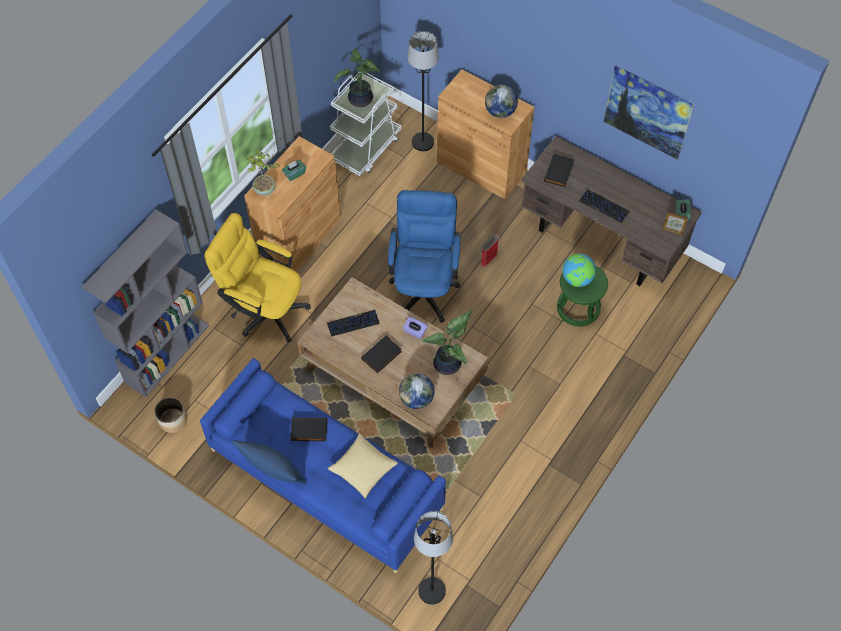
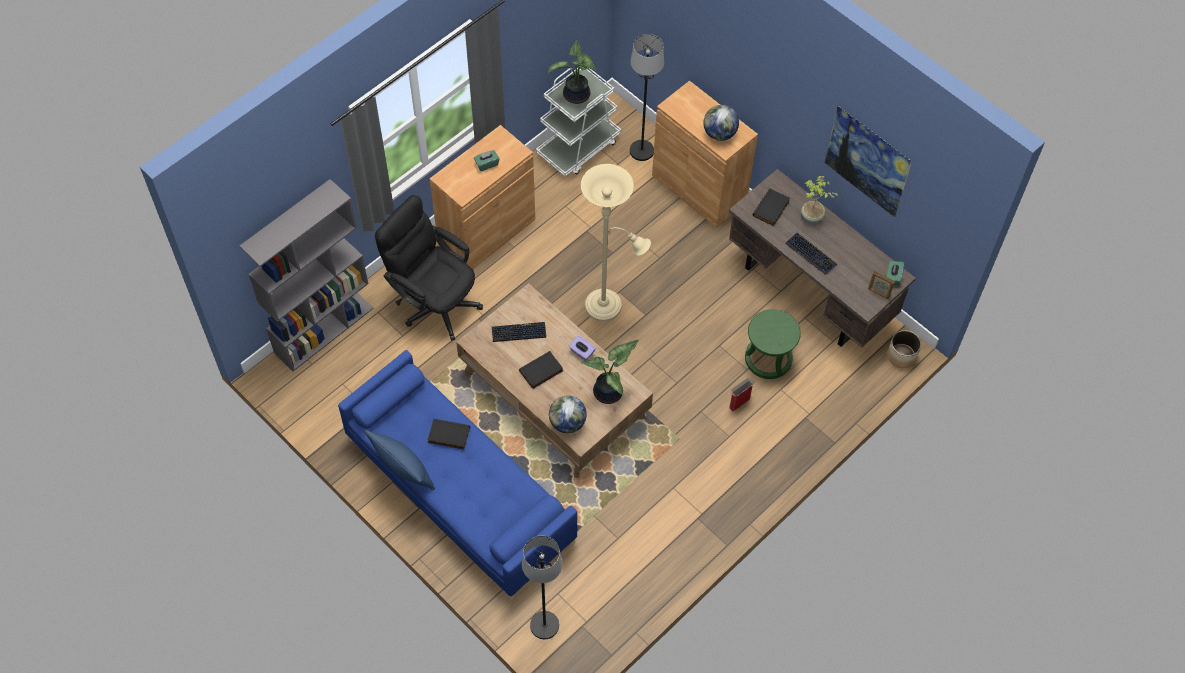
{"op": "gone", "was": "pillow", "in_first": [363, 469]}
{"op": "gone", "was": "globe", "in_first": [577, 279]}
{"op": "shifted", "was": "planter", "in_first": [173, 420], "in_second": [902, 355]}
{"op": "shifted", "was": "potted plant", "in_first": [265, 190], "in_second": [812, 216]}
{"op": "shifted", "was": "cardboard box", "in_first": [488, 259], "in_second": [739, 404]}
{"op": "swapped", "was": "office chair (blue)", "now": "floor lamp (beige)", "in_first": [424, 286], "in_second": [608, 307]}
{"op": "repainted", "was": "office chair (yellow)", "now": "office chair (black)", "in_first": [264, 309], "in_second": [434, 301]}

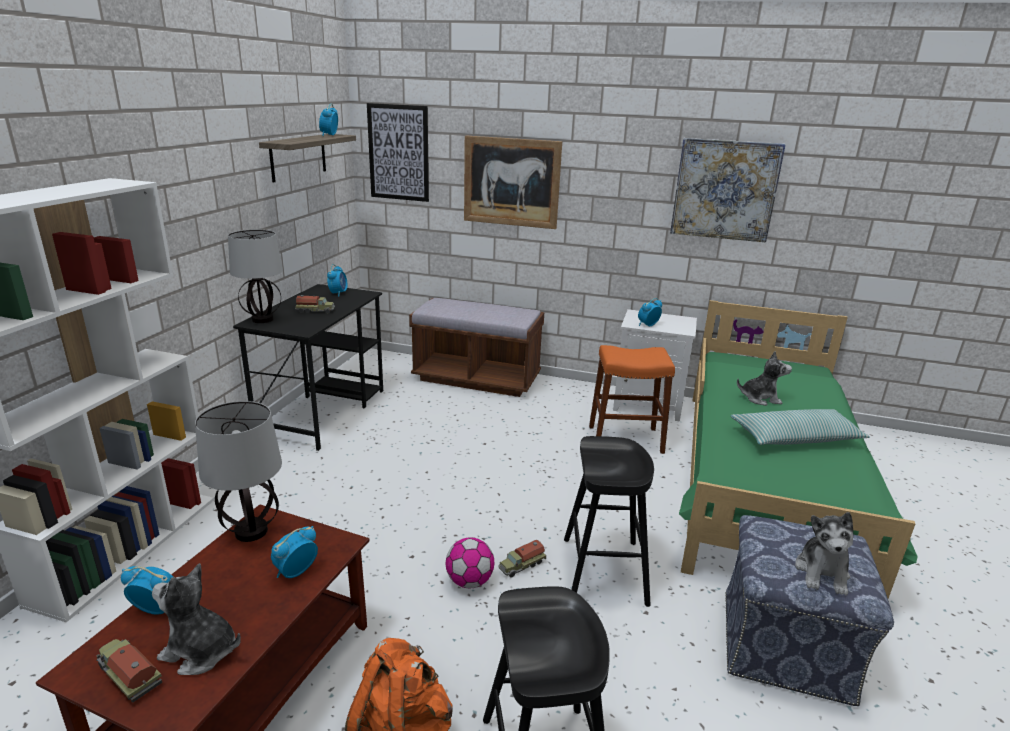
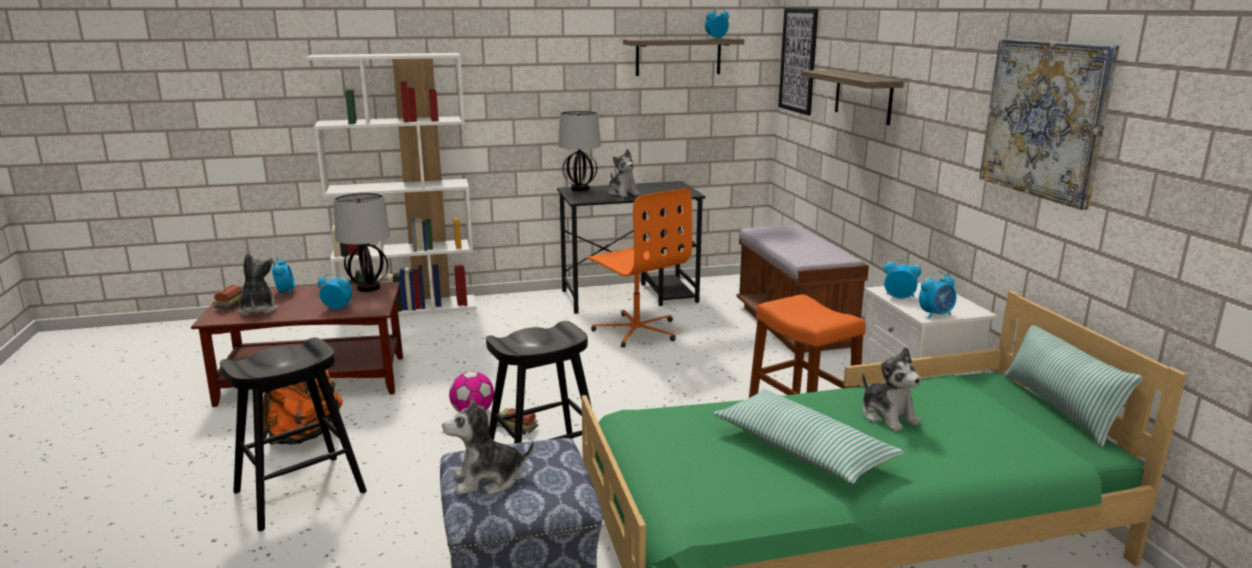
{"op": "new", "now": "office chair (orange)", "in_second": [637, 330]}
{"op": "new", "now": "pillow", "in_second": [1059, 408]}
{"op": "shifted", "was": "alarm clock", "in_first": [338, 293], "in_second": [936, 315]}
{"op": "swapped", "was": "toy truck", "now": "plush toy", "in_first": [315, 311], "in_second": [623, 193]}
{"op": "swapped", "was": "picture", "now": "shelf", "in_first": [511, 182], "in_second": [863, 96]}

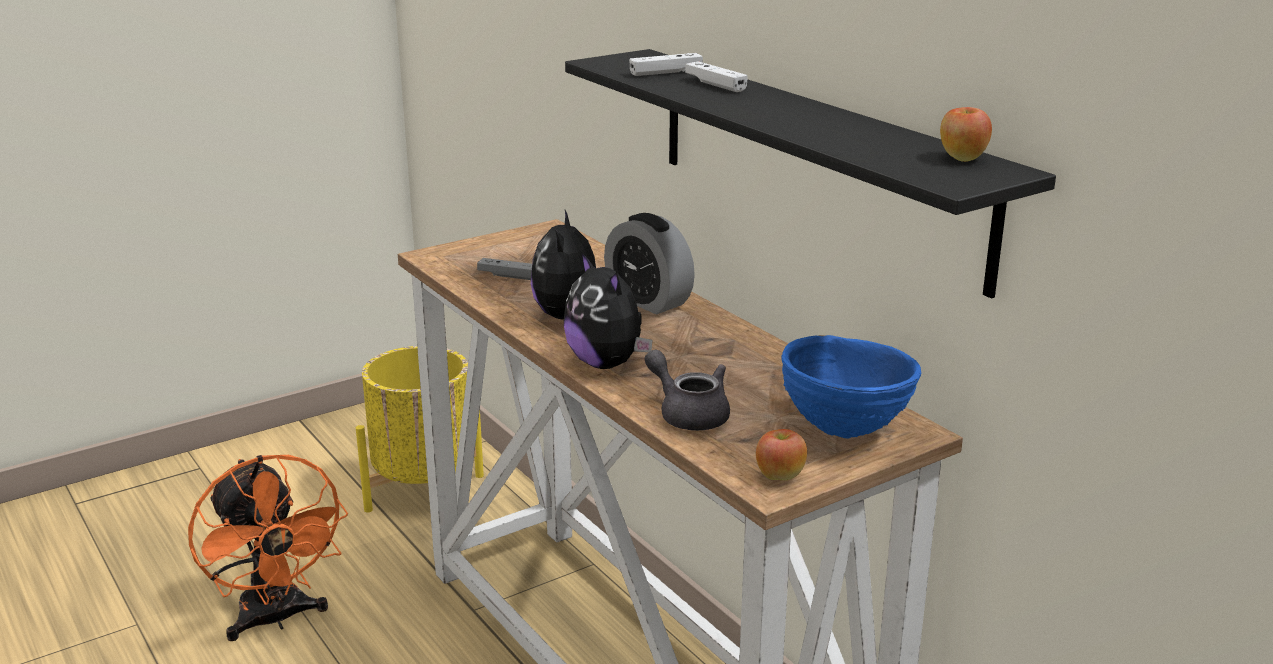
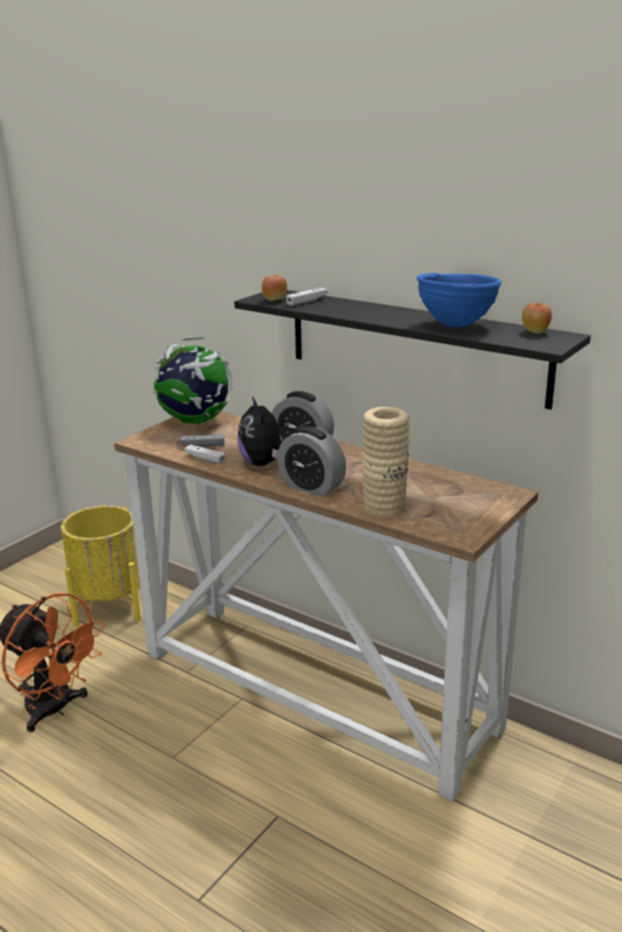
{"op": "new", "now": "globe", "in_second": [195, 421]}
{"op": "shifted", "was": "game controller (white)", "in_first": [715, 85], "in_second": [205, 459]}
{"op": "shifted", "was": "apple", "in_first": [780, 476], "in_second": [274, 300]}
{"op": "shifted", "was": "bowl (blue)", "in_first": [844, 430], "in_second": [456, 325]}
{"op": "swapped", "was": "plush toy", "now": "alarm clock", "in_first": [607, 363], "in_second": [311, 487]}
{"op": "swapped", "was": "teapot (grey)", "now": "vase (beige)", "in_first": [688, 414], "in_second": [384, 507]}

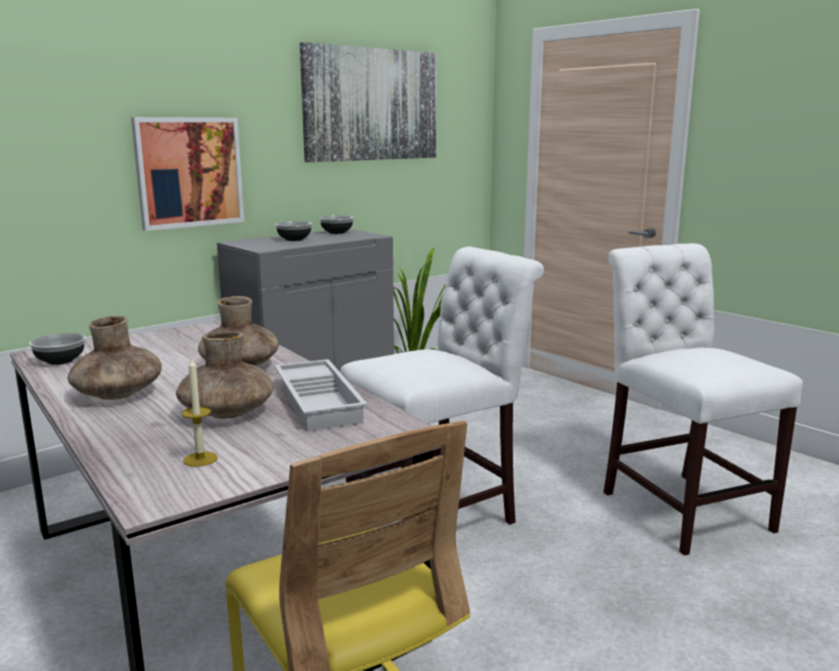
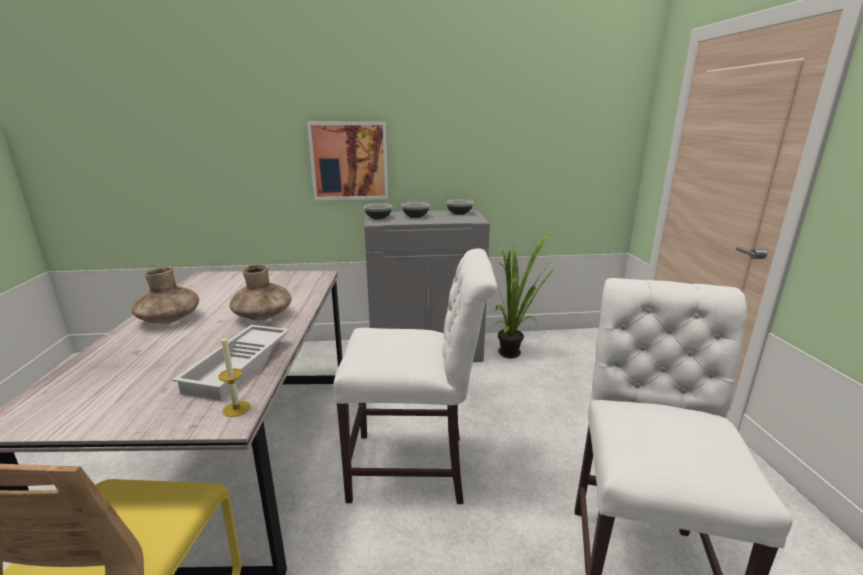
{"op": "gone", "was": "vase (brown)", "in_first": [227, 413]}
{"op": "gone", "was": "picture", "in_first": [371, 105]}
{"op": "shifted", "was": "bowl", "in_first": [60, 361], "in_second": [378, 218]}
{"op": "shifted", "was": "candle", "in_first": [200, 459], "in_second": [236, 408]}

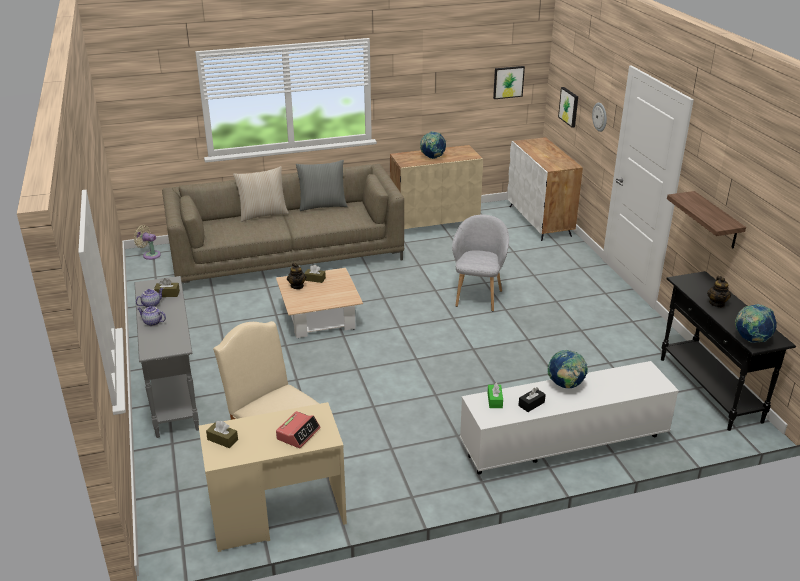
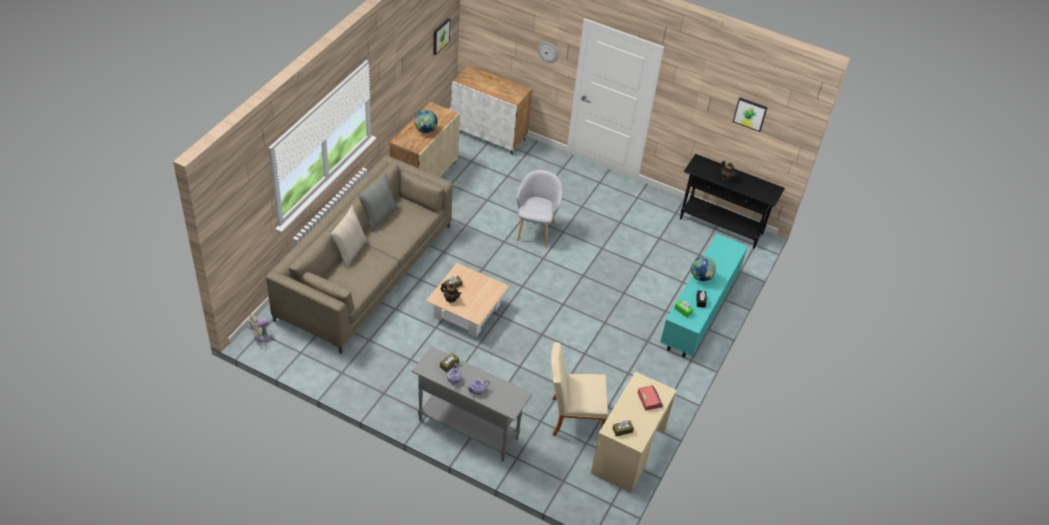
{"op": "gone", "was": "shelf", "in_first": [716, 221]}
{"op": "gone", "was": "globe", "in_first": [751, 340]}
{"op": "shifted", "was": "picture", "in_first": [569, 106], "in_second": [750, 113]}
{"op": "repainted", "was": "tv stand (white)", "now": "tv stand (turquoise)", "in_first": [562, 445], "in_second": [699, 311]}
{"op": "rotated", "was": "armchair (grey)", "in_first": [478, 297], "in_second": [535, 231], "clockwise": 45}

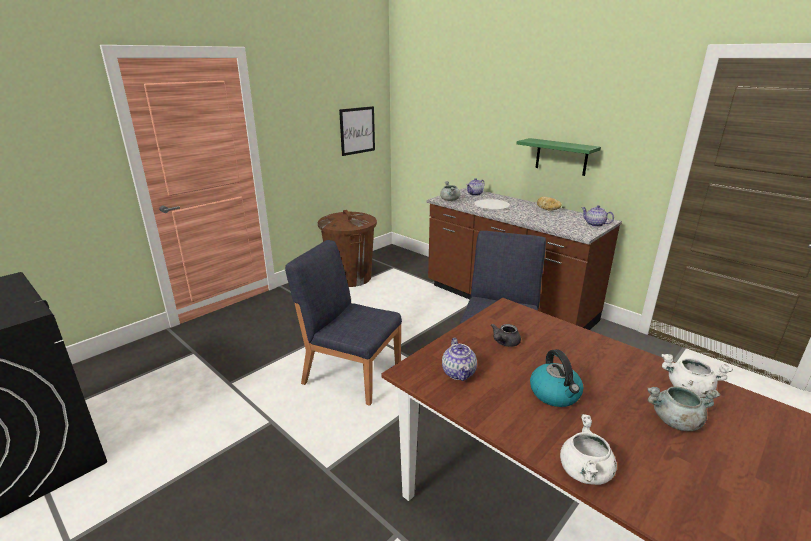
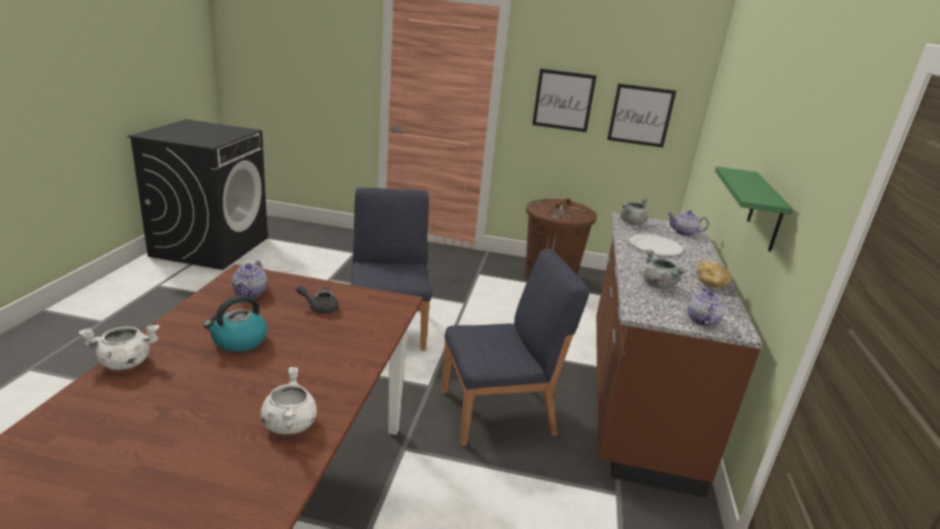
{"op": "new", "now": "picture", "in_second": [563, 100]}
{"op": "shifted", "was": "cooking pot (grey)", "in_first": [675, 421], "in_second": [658, 285]}
{"op": "rotated", "was": "teapot", "in_first": [459, 373], "in_second": [251, 293], "clockwise": -45}

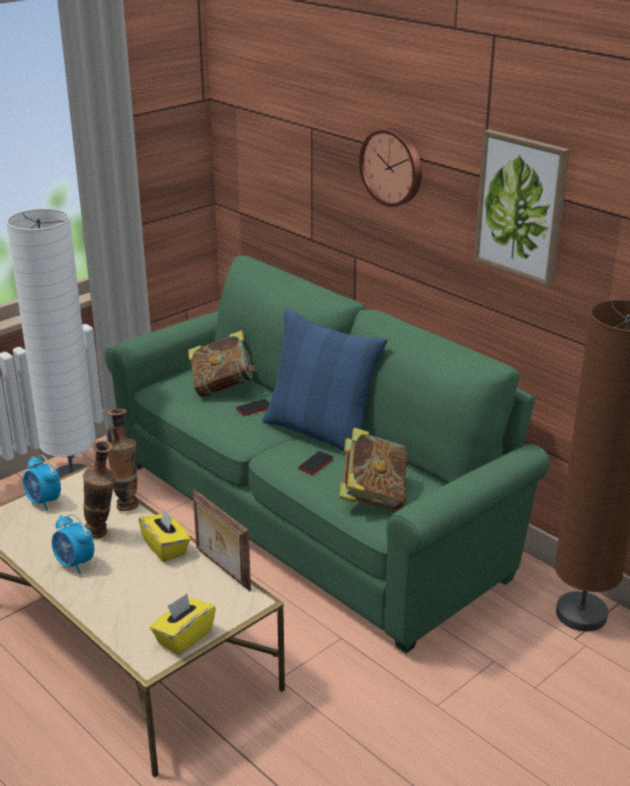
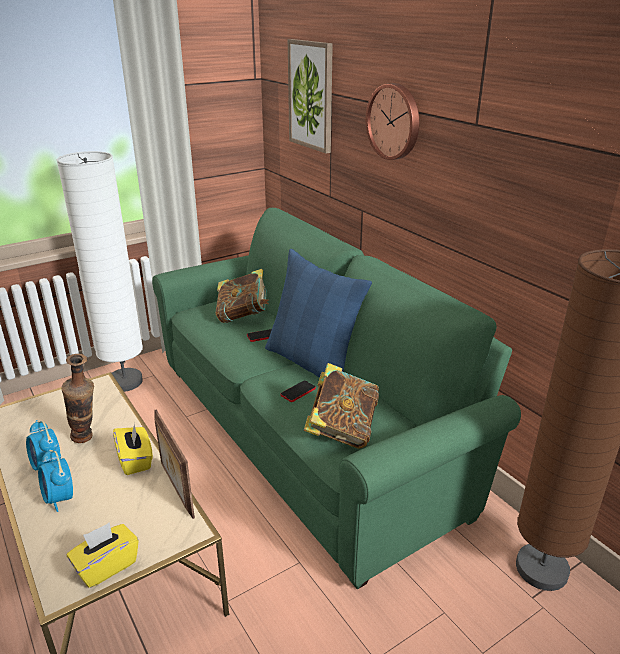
{"op": "gone", "was": "vase", "in_first": [127, 503]}
{"op": "shifted", "was": "alarm clock", "in_first": [44, 502], "in_second": [60, 499]}
{"op": "shifted", "was": "picture", "in_first": [521, 206], "in_second": [311, 95]}

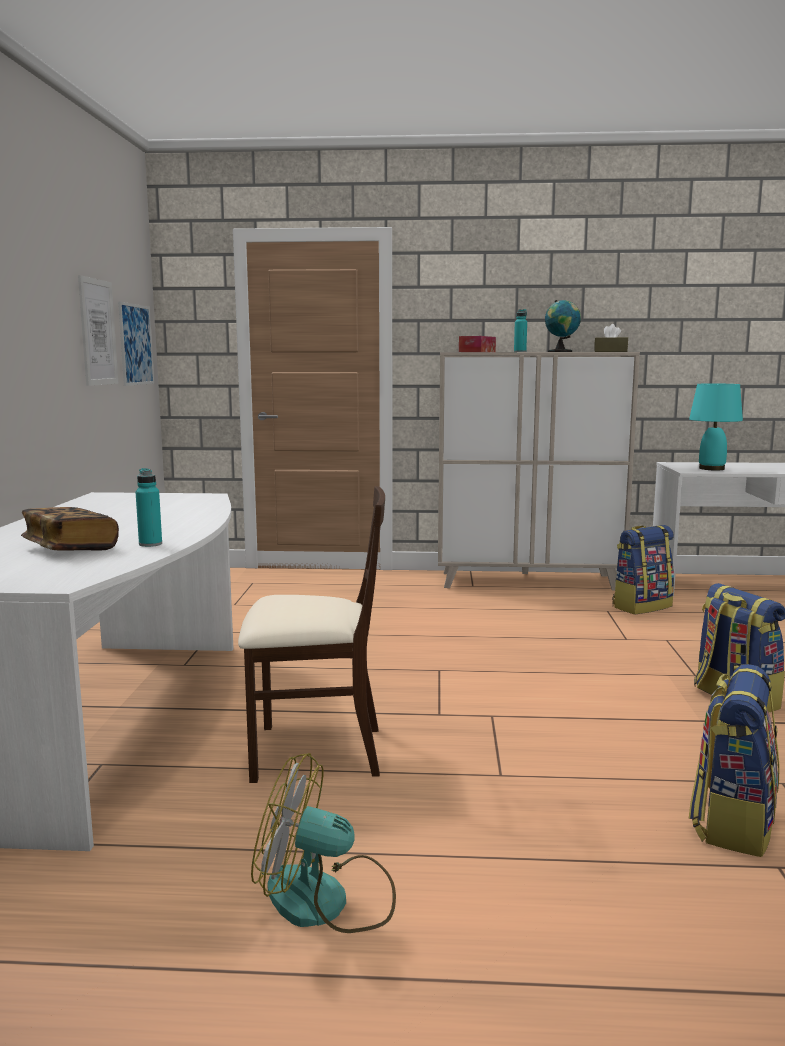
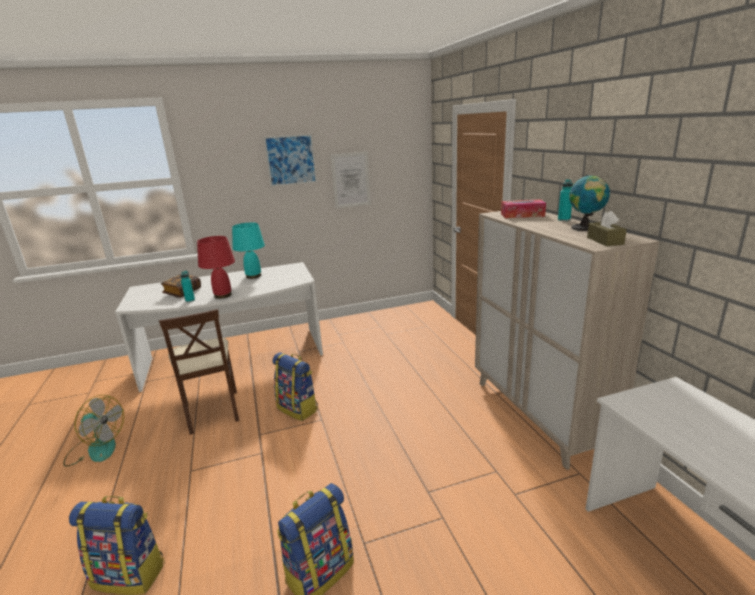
{"op": "new", "now": "table lamp (red)", "in_second": [223, 295]}
{"op": "shifted", "was": "picture", "in_first": [136, 344], "in_second": [291, 160]}
{"op": "shifted", "was": "backpack", "in_first": [641, 606], "in_second": [298, 409]}
{"op": "shifted", "was": "table lamp (turquoise)", "in_first": [712, 468], "in_second": [254, 276]}
{"op": "rotated", "was": "fan", "in_first": [326, 900], "in_second": [96, 448], "clockwise": 120}

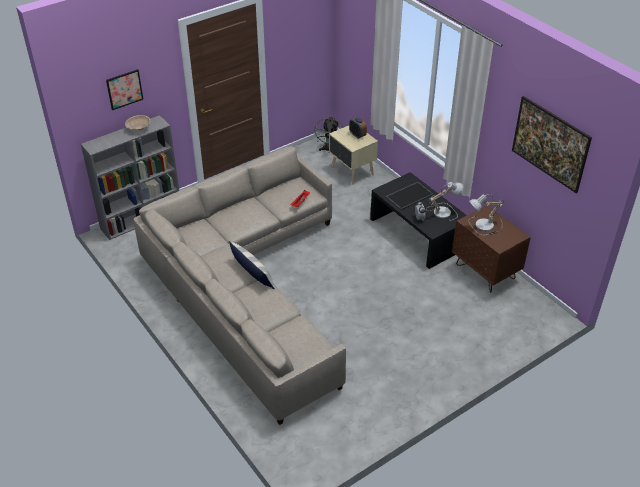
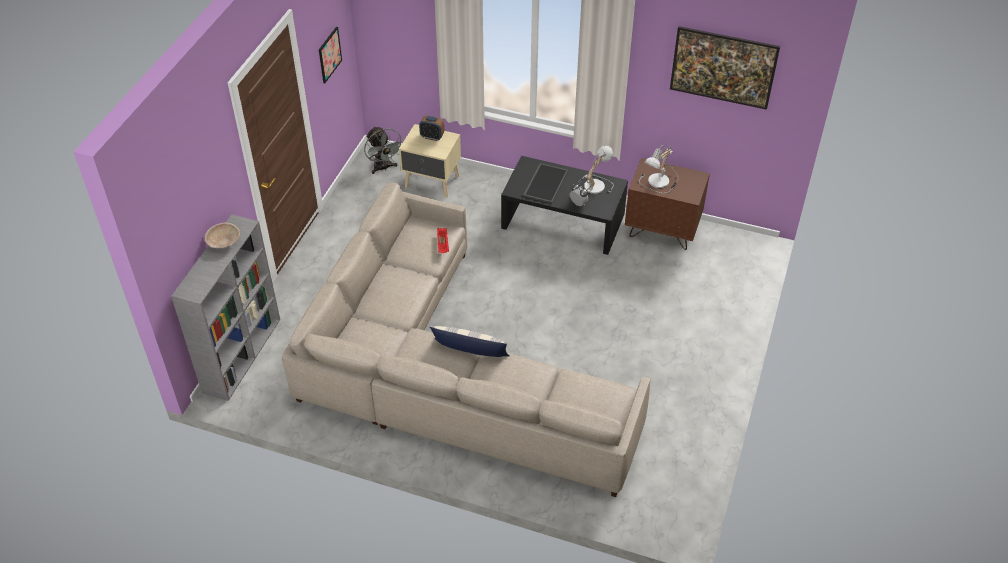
{"op": "shifted", "was": "picture", "in_first": [124, 89], "in_second": [329, 54]}

